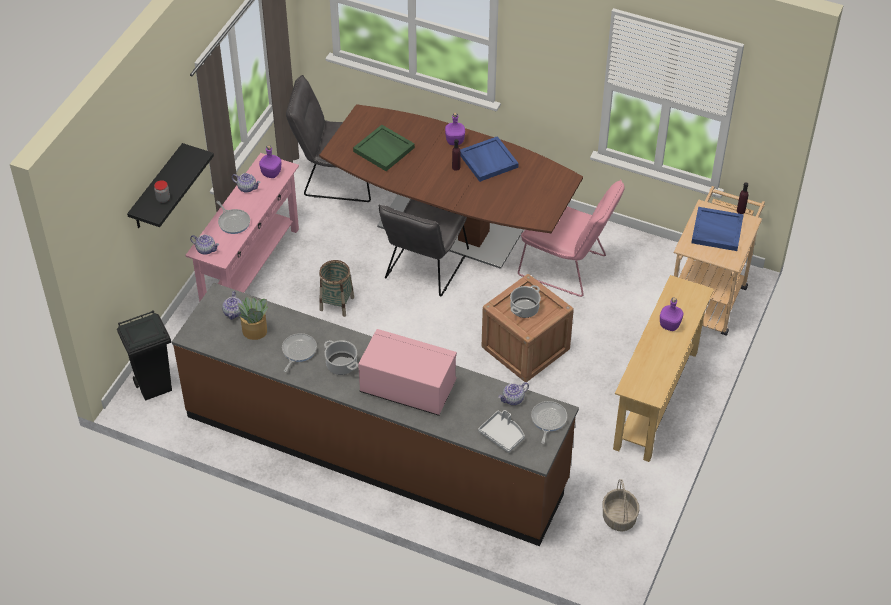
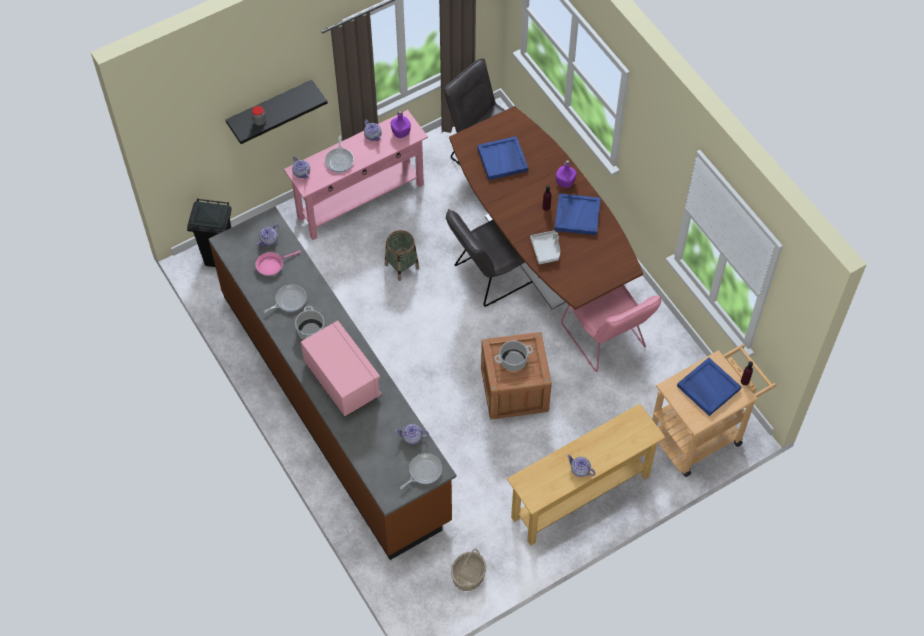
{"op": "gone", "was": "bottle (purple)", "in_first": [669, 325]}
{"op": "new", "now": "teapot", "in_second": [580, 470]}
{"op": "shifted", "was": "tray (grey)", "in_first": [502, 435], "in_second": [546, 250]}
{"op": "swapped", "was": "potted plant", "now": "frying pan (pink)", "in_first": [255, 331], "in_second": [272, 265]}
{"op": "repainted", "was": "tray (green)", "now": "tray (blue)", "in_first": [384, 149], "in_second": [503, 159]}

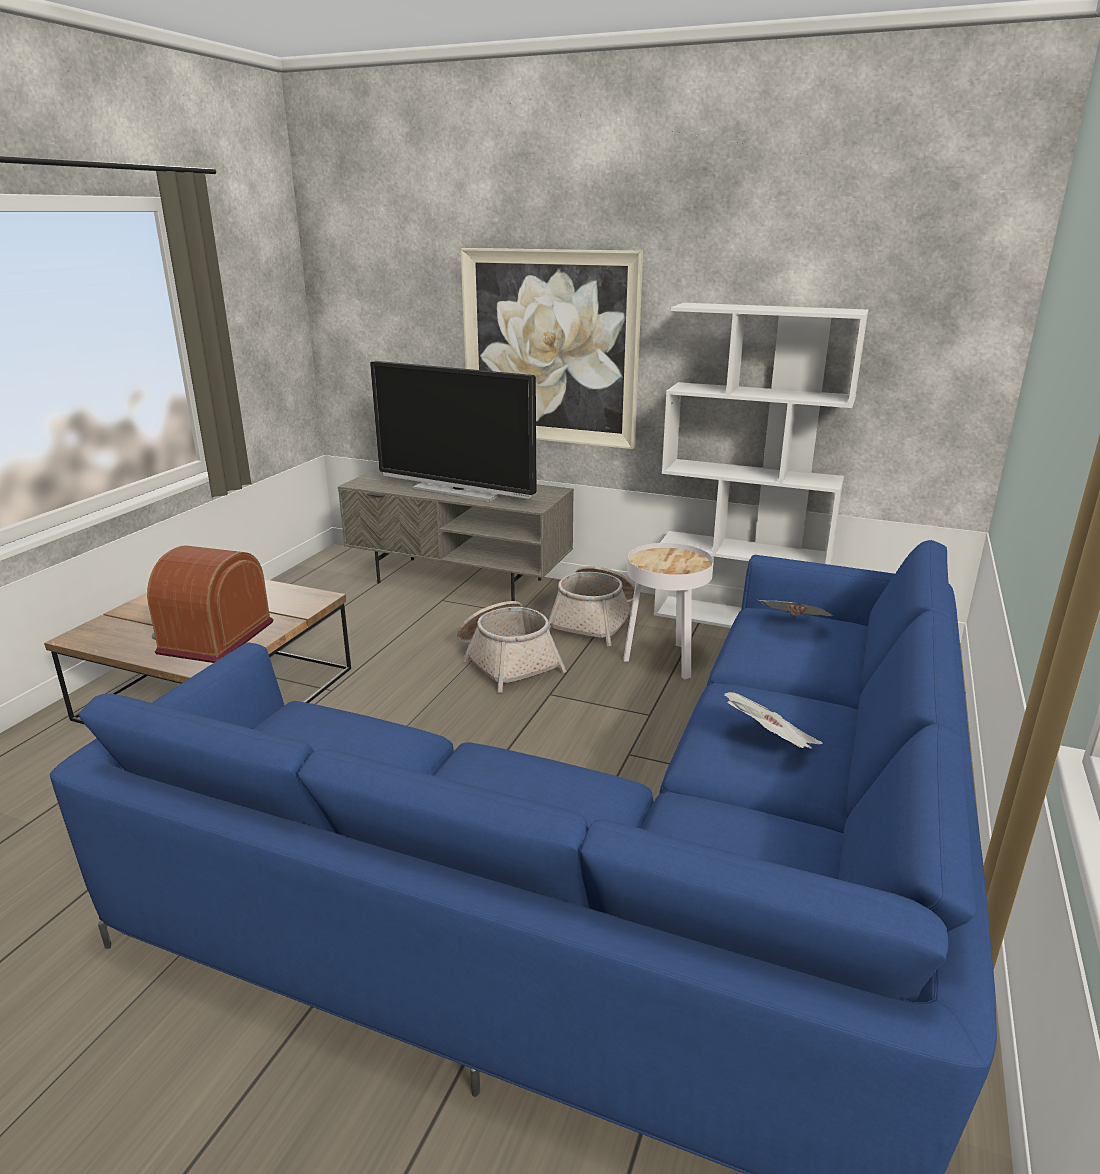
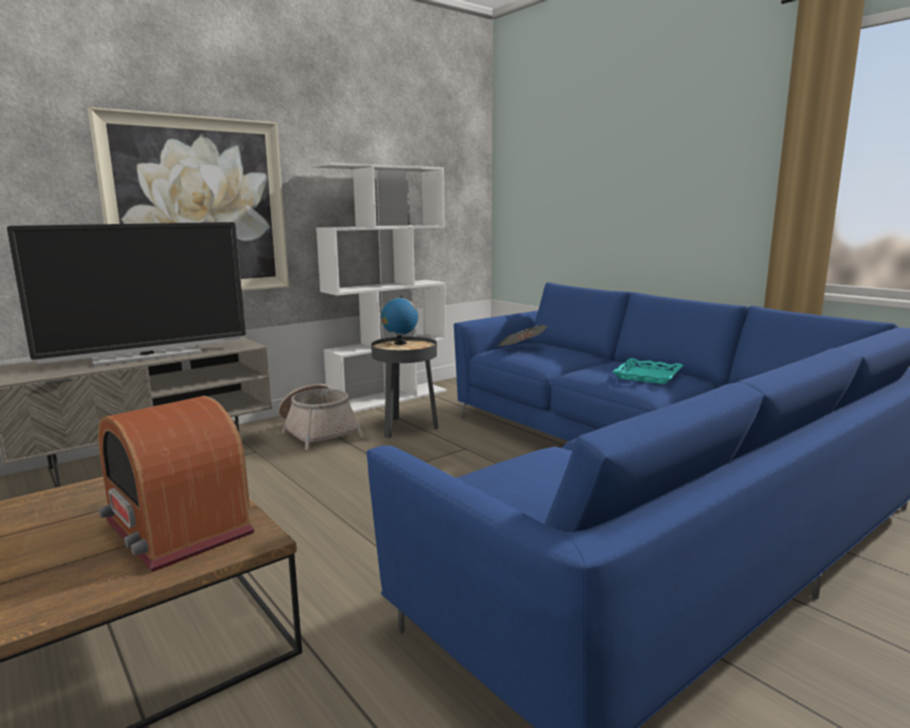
{"op": "gone", "was": "basket", "in_first": [507, 661]}
{"op": "new", "now": "globe", "in_second": [400, 343]}
{"op": "swapped", "was": "newspaper", "now": "tray (turquoise)", "in_first": [771, 744], "in_second": [647, 376]}
{"op": "repainted", "was": "side table (white)", "now": "side table (black)", "in_first": [663, 660], "in_second": [406, 428]}

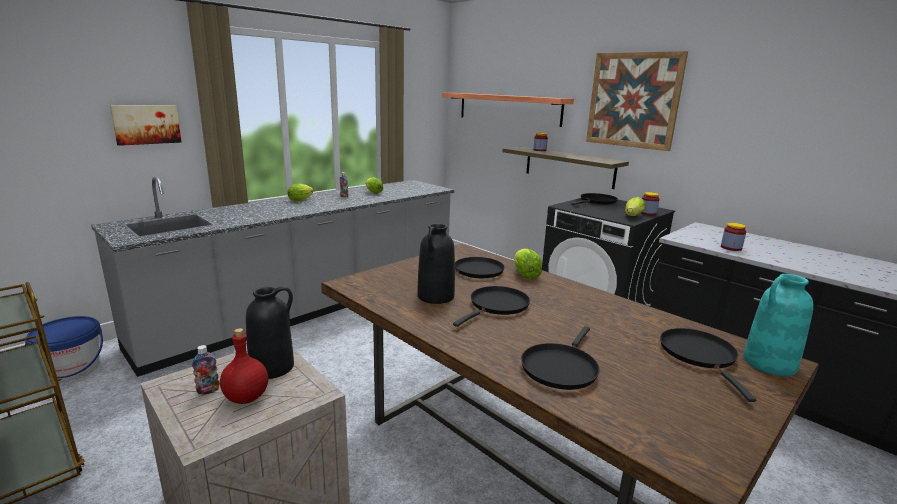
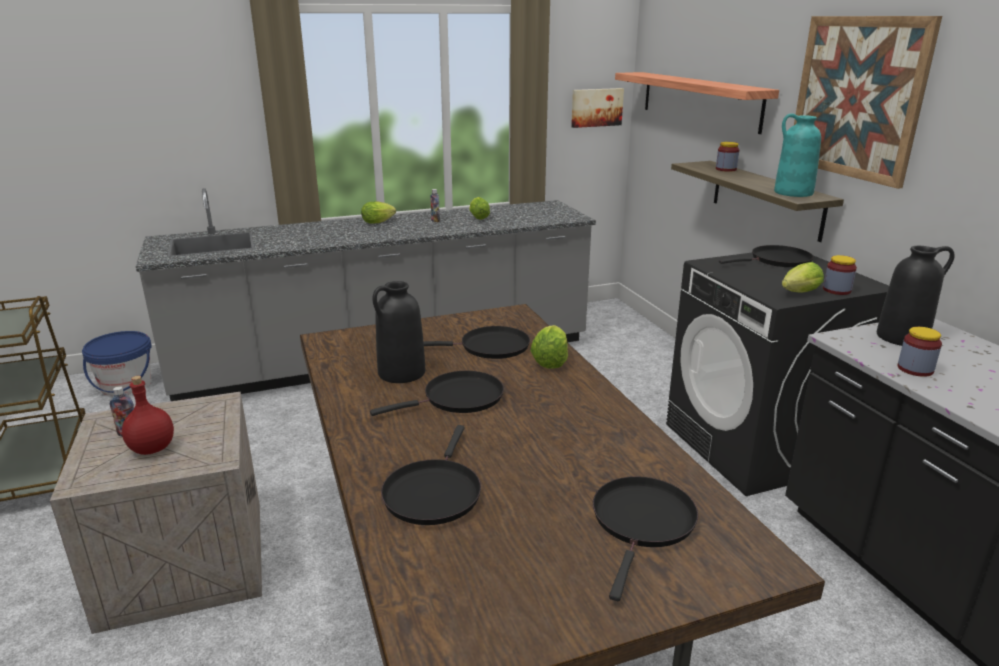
{"op": "shifted", "was": "picture", "in_first": [146, 124], "in_second": [596, 107]}
{"op": "shifted", "was": "vase (black)", "in_first": [272, 367], "in_second": [902, 337]}
{"op": "shifted", "was": "vase (turquoise)", "in_first": [769, 364], "in_second": [793, 193]}
{"op": "rotated", "was": "frying pan (black)", "in_first": [560, 367], "in_second": [433, 492], "clockwise": -45}

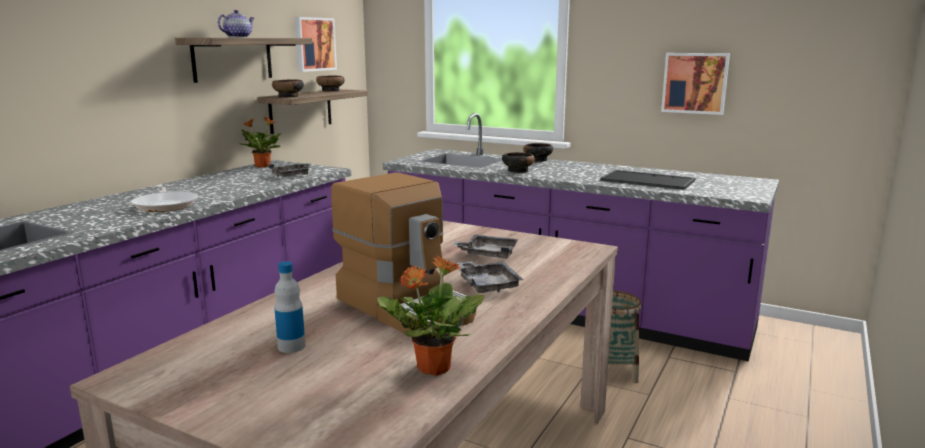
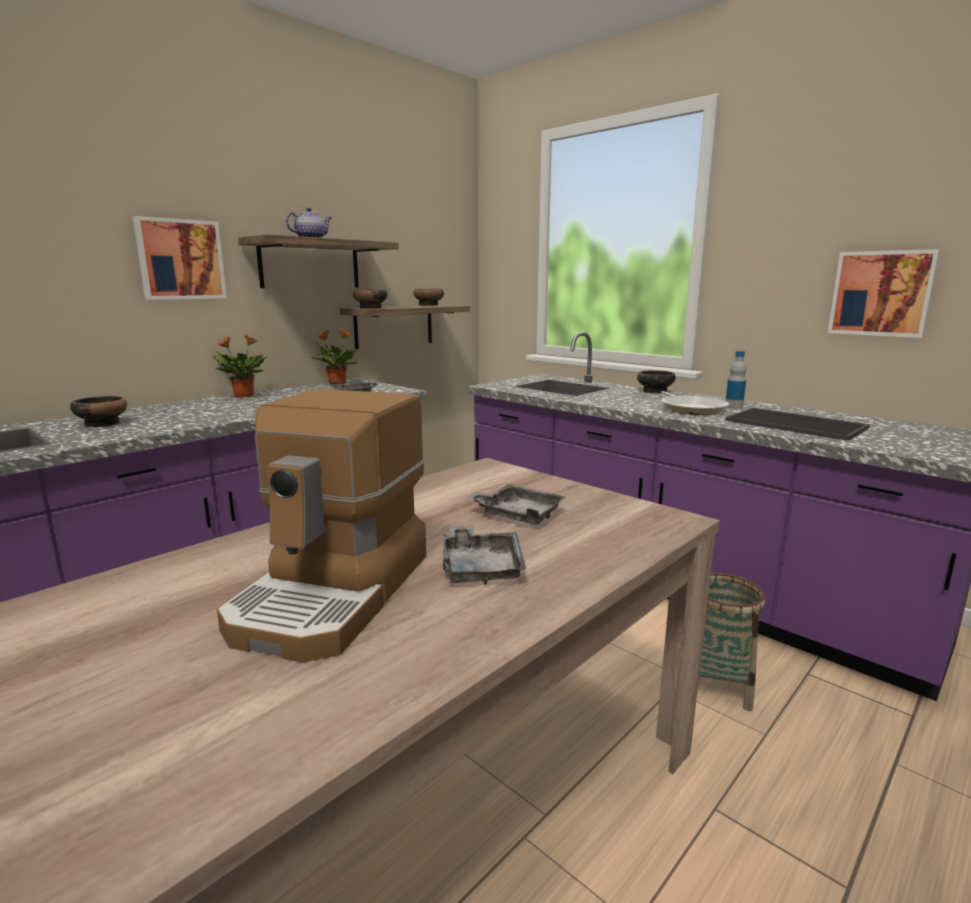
{"op": "shifted", "was": "frying pan", "in_first": [166, 205], "in_second": [691, 409]}
{"op": "shifted", "was": "bottle", "in_first": [291, 346], "in_second": [733, 407]}
{"op": "shifted", "was": "picture", "in_first": [314, 44], "in_second": [180, 259]}
{"op": "shifted", "was": "potted plant", "in_first": [432, 368], "in_second": [243, 396]}
{"op": "shifted", "was": "bowl", "in_first": [517, 171], "in_second": [102, 423]}
{"op": "rotated", "was": "coffee machine", "in_first": [408, 306], "in_second": [335, 593], "clockwise": 45}

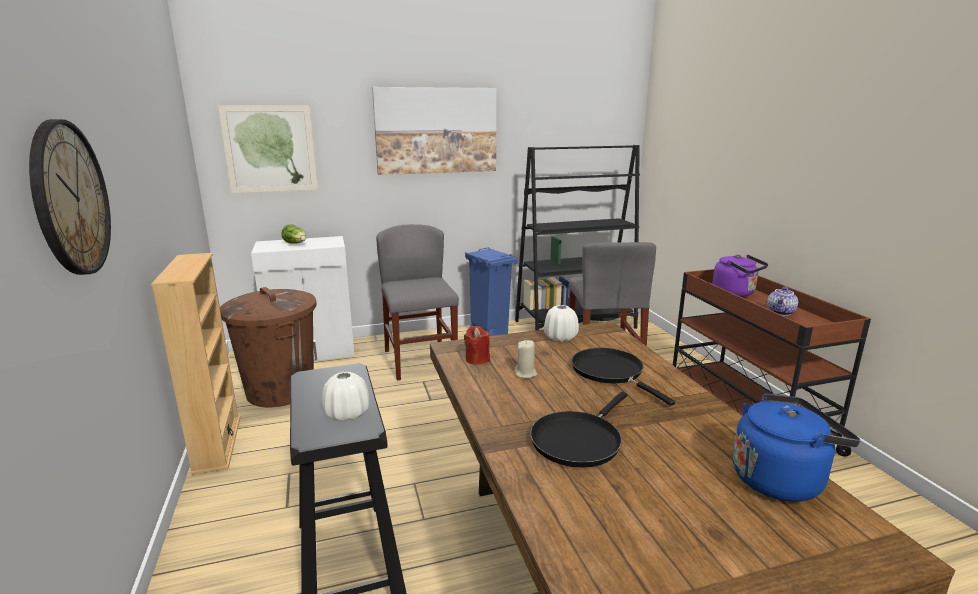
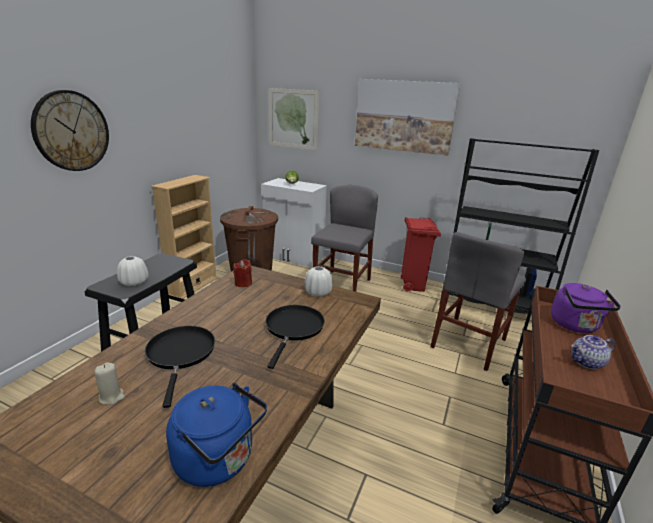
{"op": "shifted", "was": "candle (beige)", "in_first": [525, 374], "in_second": [111, 397]}
{"op": "repainted", "was": "trash can (blue)", "now": "trash can (red)", "in_first": [489, 333], "in_second": [412, 286]}
{"op": "rotated", "was": "frying pan (black)", "in_first": [578, 440], "in_second": [181, 354], "clockwise": 90}

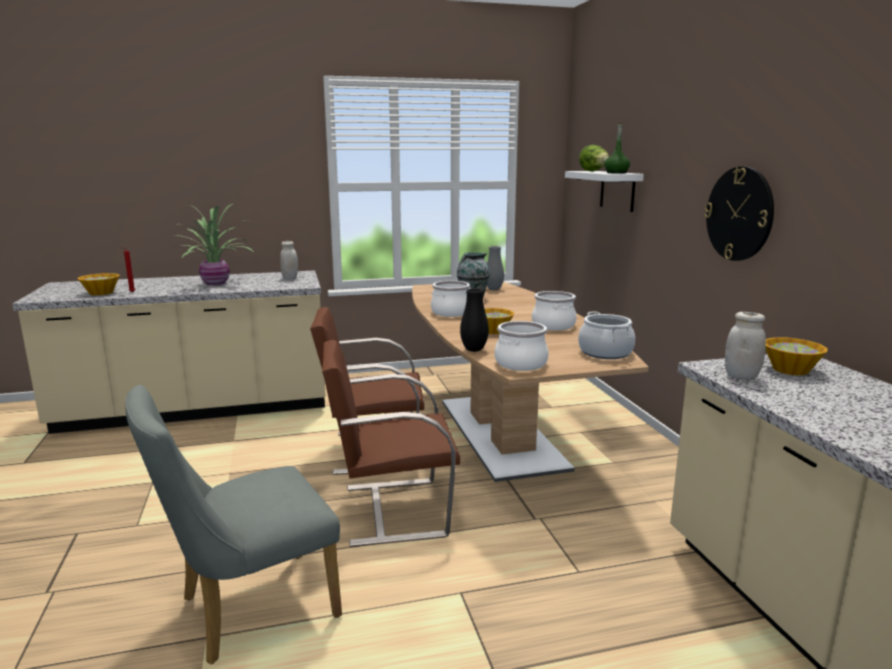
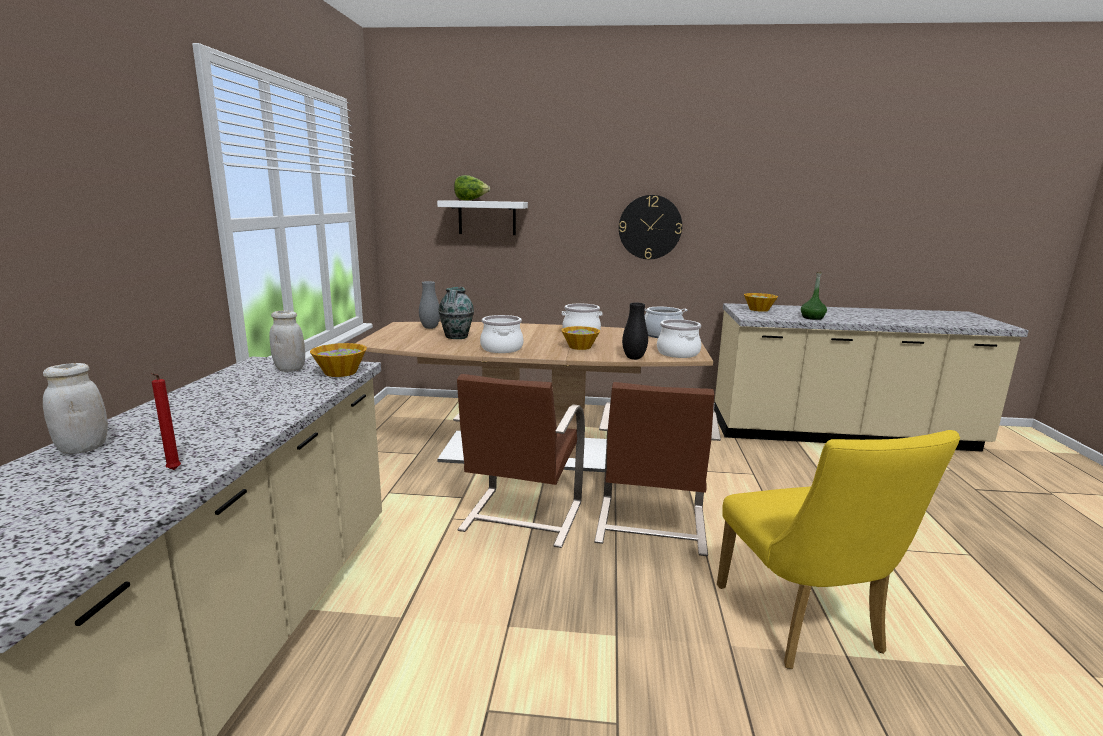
{"op": "gone", "was": "potted plant", "in_first": [216, 283]}
{"op": "shifted", "was": "bowl", "in_first": [101, 293], "in_second": [340, 372]}
{"op": "shifted", "was": "bottle (green)", "in_first": [616, 173], "in_second": [812, 318]}
{"op": "shifted", "was": "jar (white)", "in_first": [741, 376], "in_second": [83, 448]}
{"op": "repainted", "was": "chair (grey)", "now": "chair (yellow)", "in_first": [247, 610], "in_second": [804, 626]}

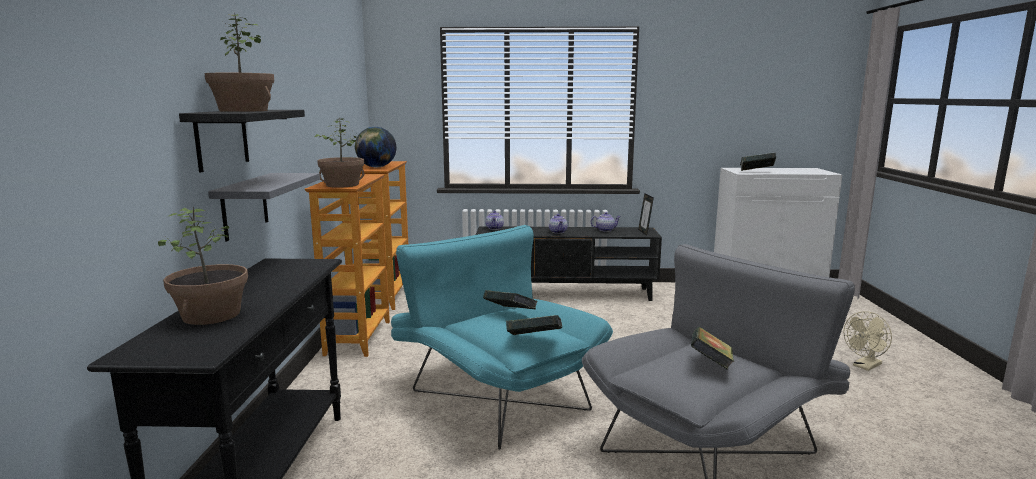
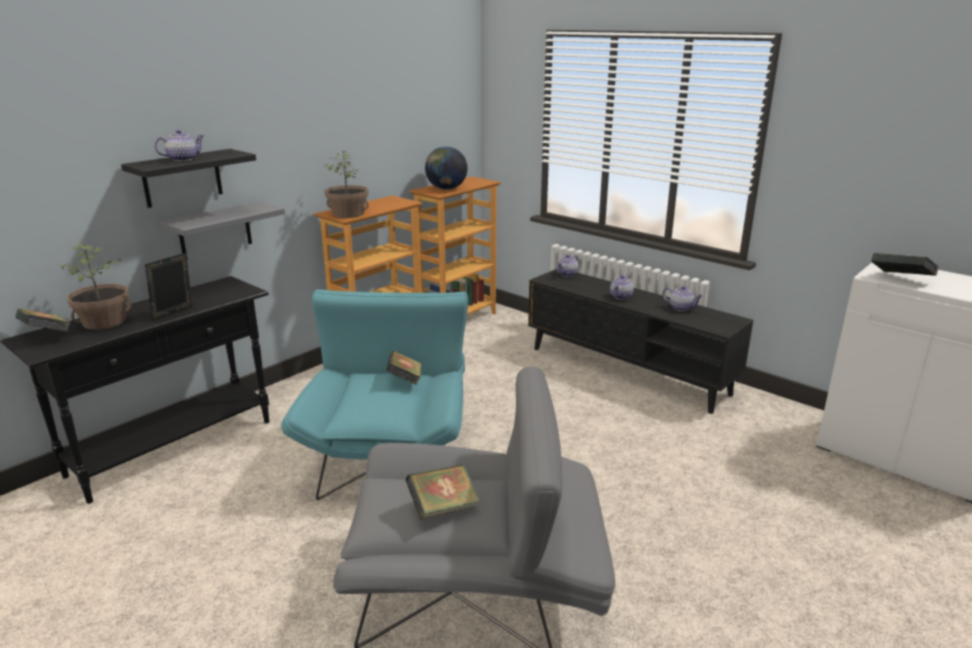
{"op": "gone", "was": "fan (beige)", "in_first": [865, 366]}
{"op": "shifted", "was": "book", "in_first": [534, 341], "in_second": [47, 336]}
{"op": "shifted", "was": "picture frame", "in_first": [644, 232], "in_second": [174, 314]}
{"op": "swapped", "was": "potted plant", "now": "teapot", "in_first": [243, 111], "in_second": [183, 159]}

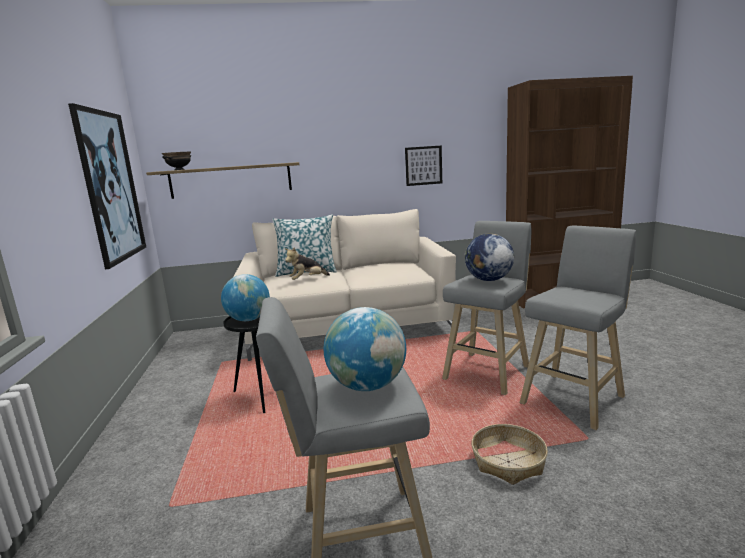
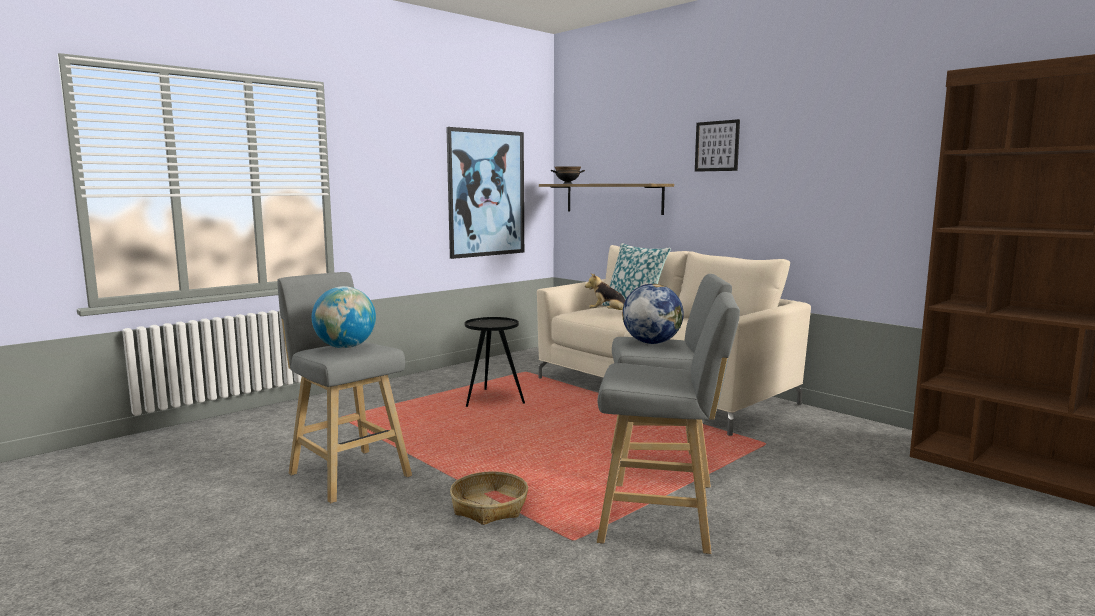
{"op": "gone", "was": "globe", "in_first": [248, 319]}
{"op": "shifted", "was": "picture", "in_first": [423, 165], "in_second": [717, 146]}

